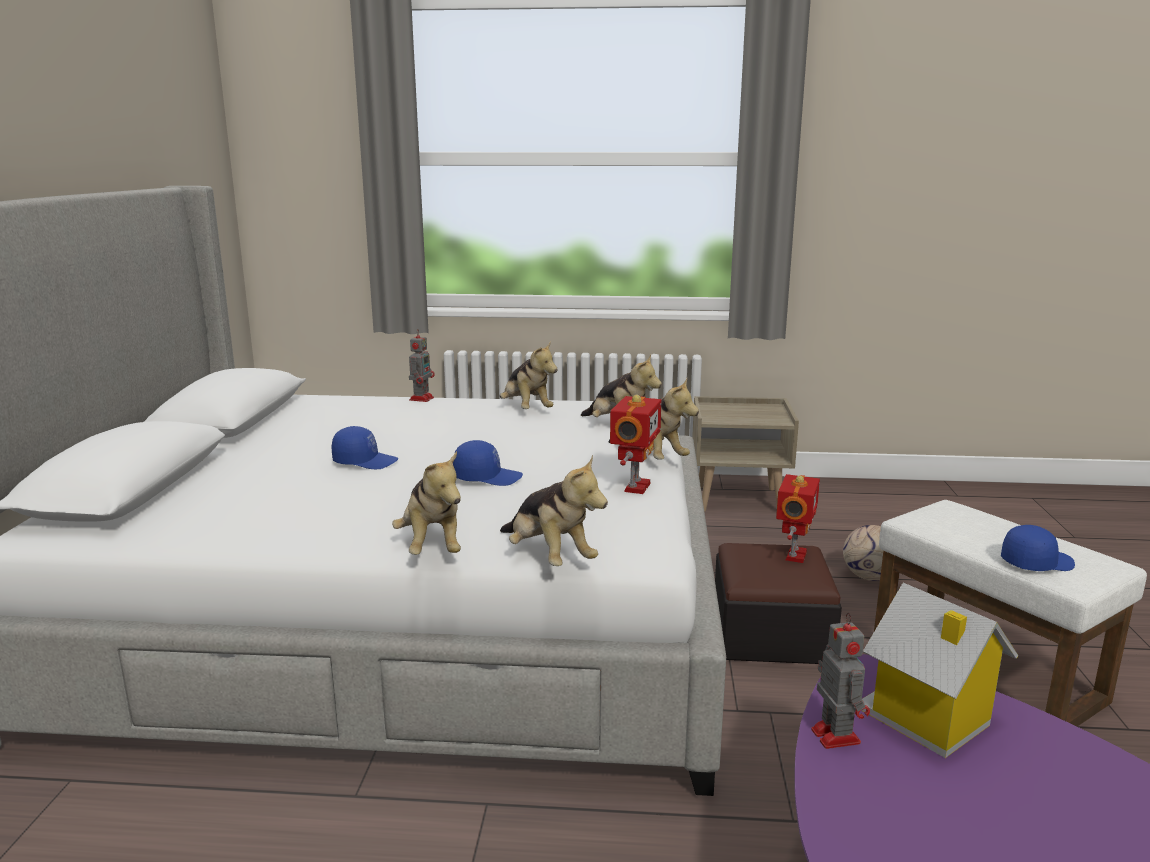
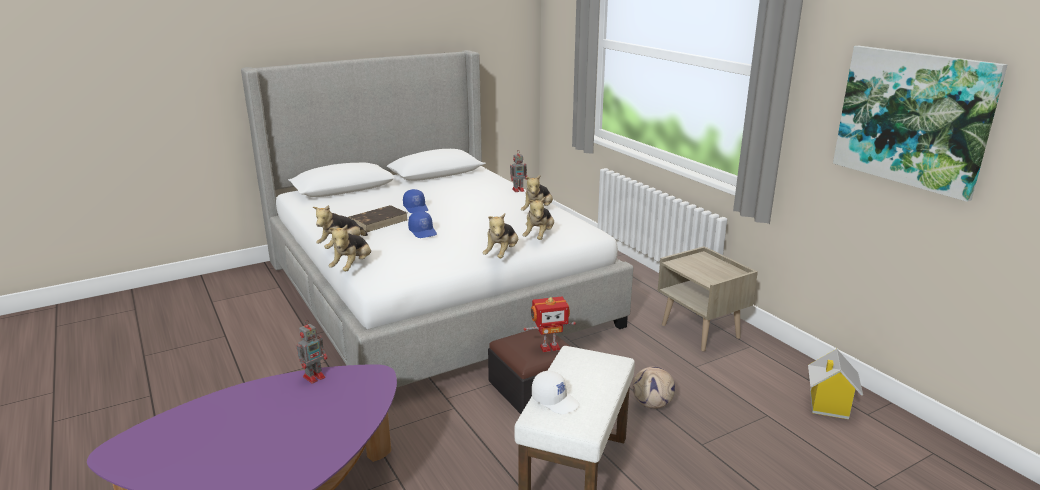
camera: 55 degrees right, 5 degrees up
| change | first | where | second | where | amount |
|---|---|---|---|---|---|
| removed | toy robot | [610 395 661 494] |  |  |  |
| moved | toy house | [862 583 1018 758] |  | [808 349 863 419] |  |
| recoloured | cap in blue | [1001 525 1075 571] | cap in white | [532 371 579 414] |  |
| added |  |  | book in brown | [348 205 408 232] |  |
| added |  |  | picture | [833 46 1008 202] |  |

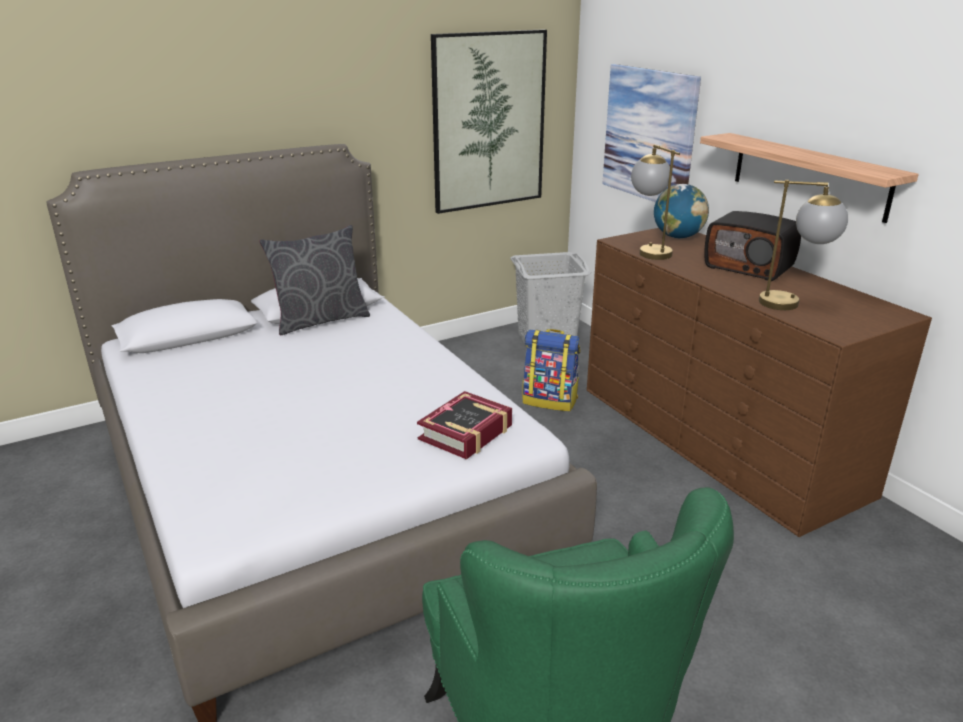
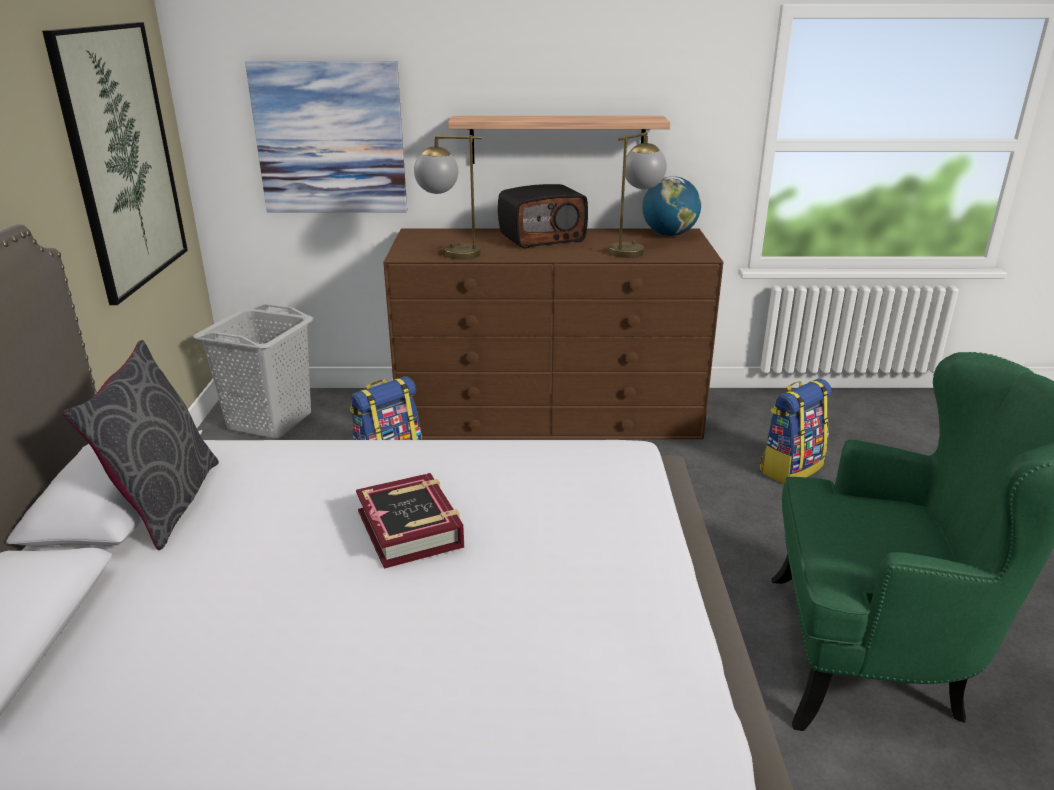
camera: 60 degrees left, 0 degrees up
| change | first | where | second | where | amount |
|---|---|---|---|---|---|
| moved | book | [417 391 512 459] |  | [356 473 464 569] |  |
| moved | globe | [654 184 709 238] |  | [642 176 701 236] |  |
| added |  |  | backpack | [760 379 832 484] |  |

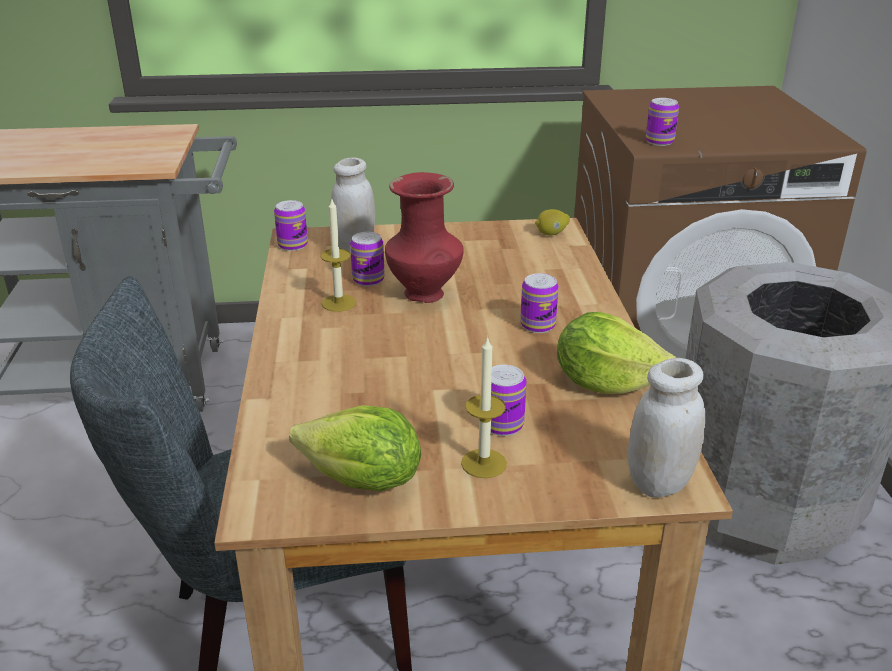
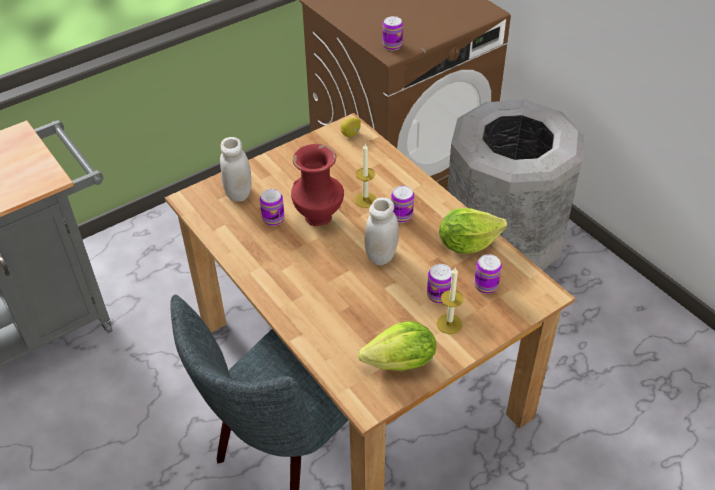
camera: 30 degrees left, 15 degrees up
| change | first | where | second | where | amount |
|---|---|---|---|---|---|
| moved | can | [274 200 308 251] |  | [474 254 502 294] |  |
| moved | candle | [320 199 356 312] |  | [354 144 377 208] |  |
| moved | jar in white | [628 358 705 497] |  | [365 197 399 265] |  |

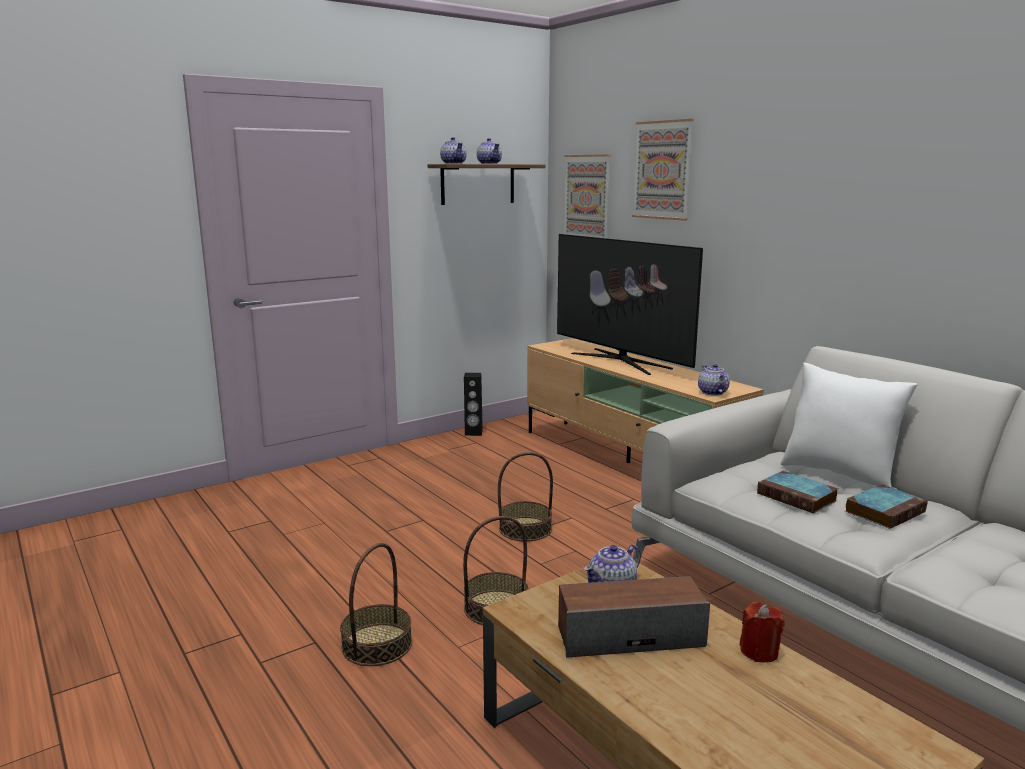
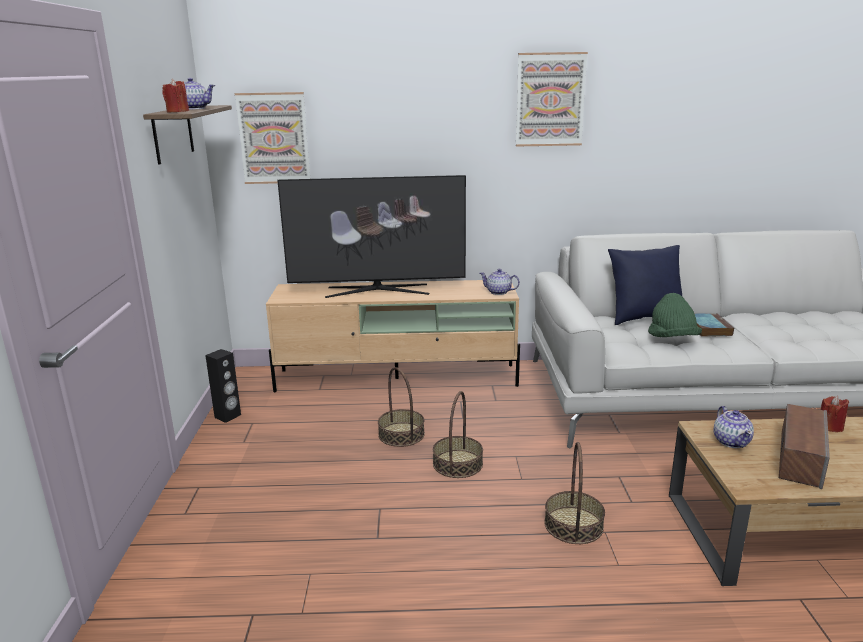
camera: 55 degrees left, 5 degrees up
| change | first | where | second | where | amount |
|---|---|---|---|---|---|
| moved | basket | [340 543 412 666] |  | [378 367 425 447] |  |
| replaced | teapot | [440 137 467 164] | candle in red | [162 79 189 113] |  |
| moved | picture | [632 119 693 221] |  | [516 52 588 147] |  |
| replaced | book | [757 471 838 514] | hat in green | [648 293 702 337] |  |
| recoloured | pillow in white | [780 363 918 488] | pillow in blue | [608 245 682 325] |  |

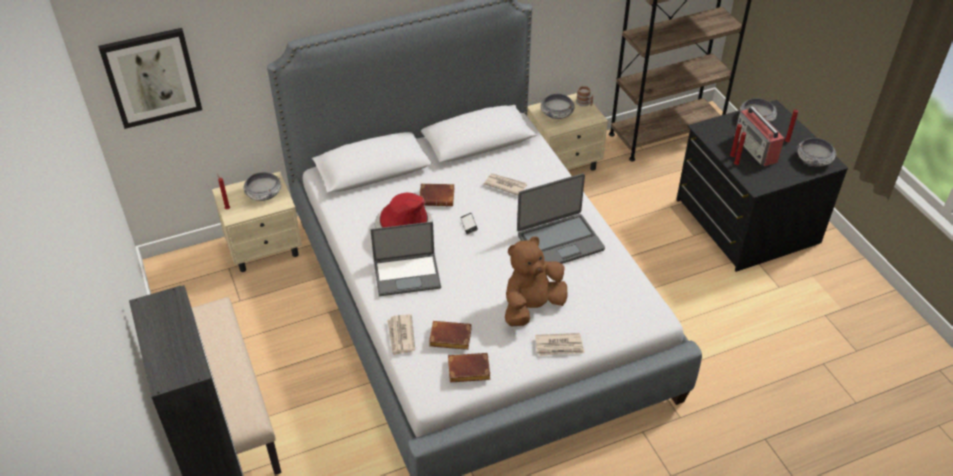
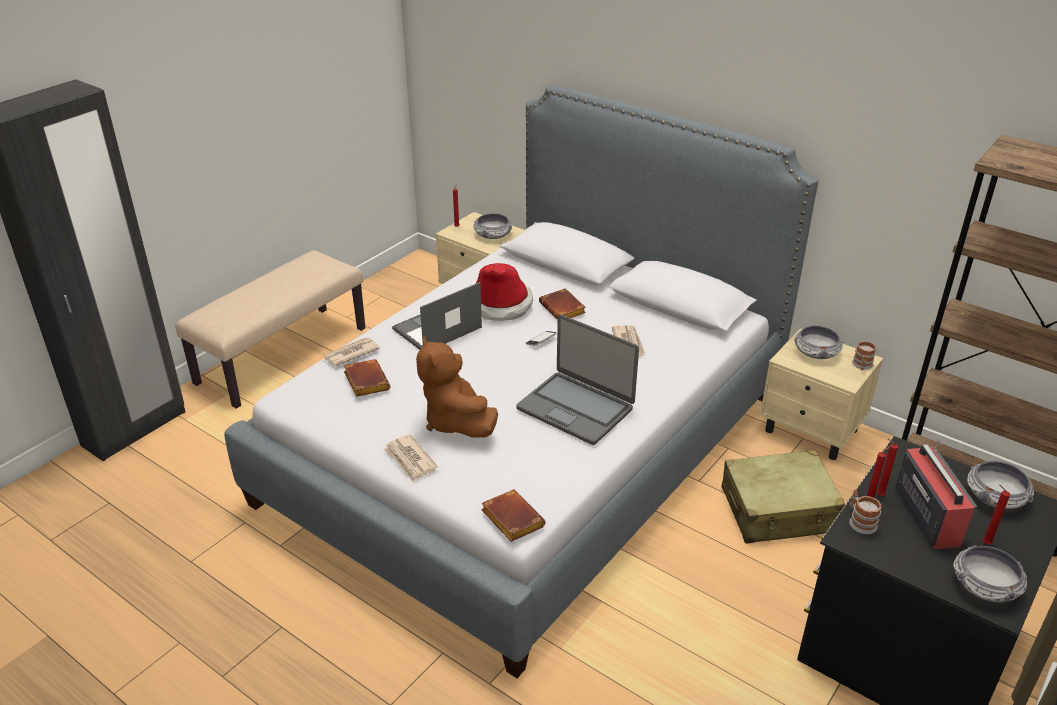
camera: 60 degrees right, 10 degrees down
| change | first | where | second | where | amount |
|---|---|---|---|---|---|
| removed | picture | [98 28 202 129] |  |  |  |
| turned | laptop | [370 222 441 296] |  | [392 282 482 350] | 90 degrees clockwise |
| moved | book in brown | [448 353 490 383] |  | [481 490 546 542] |  |
| turned | plush toy in brown | [505 236 568 326] |  | [416 336 498 438] | 135 degrees counterclockwise |
| turned | radio | [734 106 785 166] |  | [895 438 977 549] | 135 degrees clockwise |
| added |  |  | suitcase in beige | [721 450 845 544] |  |
| added |  |  | mug | [849 489 881 534] |  |

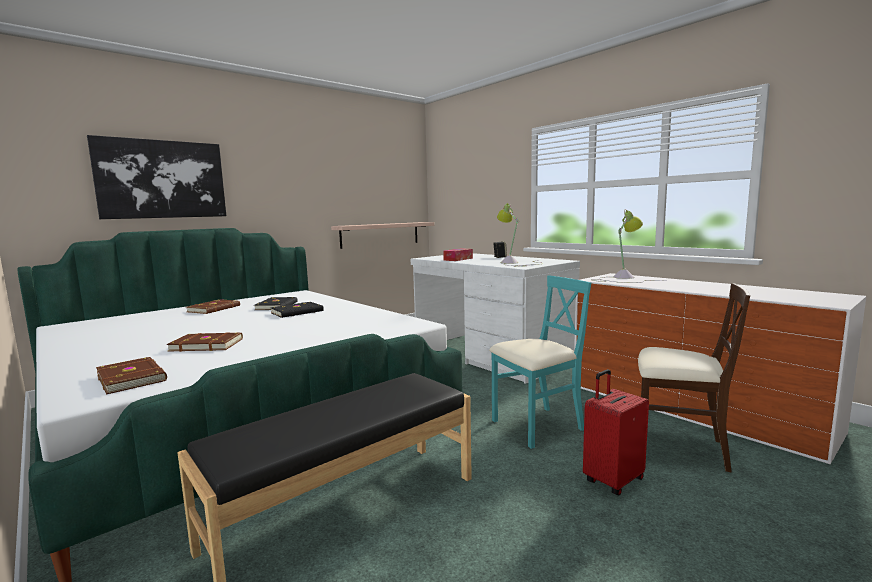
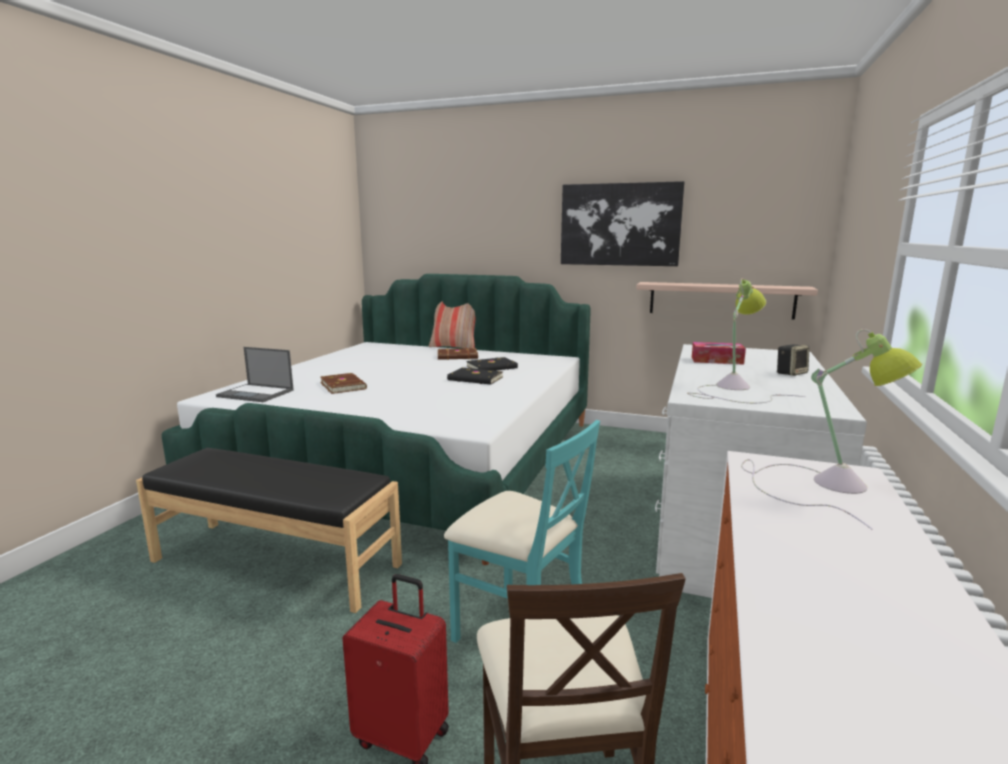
camera: 60 degrees right, 5 degrees up
| change | first | where | second | where | amount |
|---|---|---|---|---|---|
| moved | picture | [87 135 226 219] |  | [561 181 685 266] |  |
| replaced | book in brown | [96 357 167 394] | laptop | [216 347 294 402] |  |
| added |  |  | pillow | [429 301 476 348] |  |

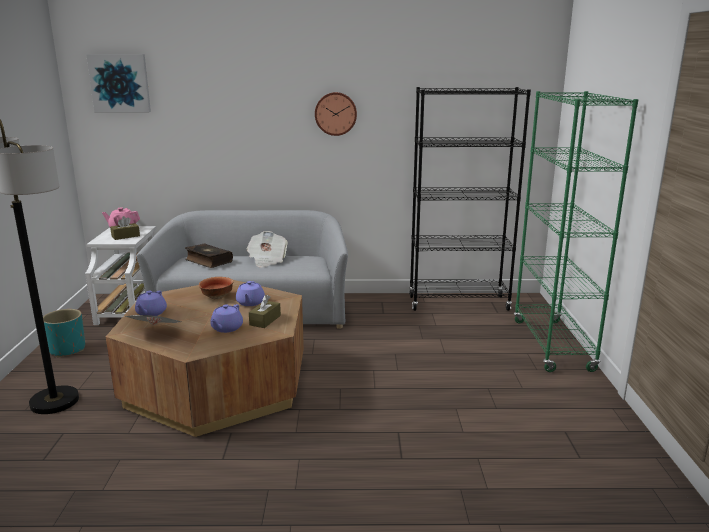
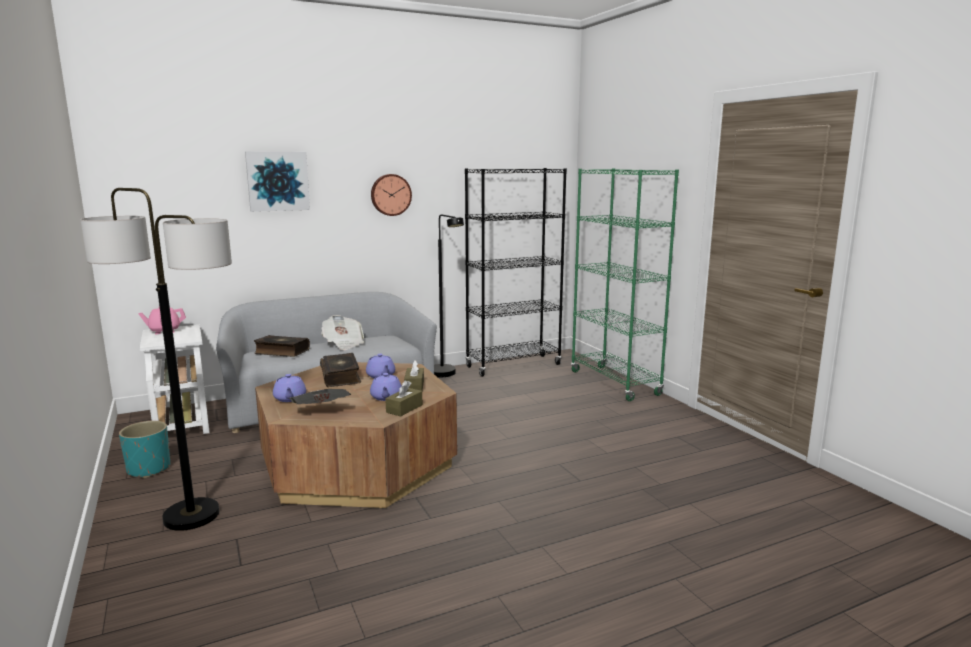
camera: 25 degrees left, 5 degrees down
| change | first | where | second | where | amount |
|---|---|---|---|---|---|
| moved | picture | [86 54 151 112] |  | [245 151 310 212] |  |
| moved | tissue box in brown | [110 216 140 240] |  | [385 380 422 417] |  |
| replaced | bowl | [199 277 234 300] | book | [320 353 361 387] |  |
| added |  |  | floor lamp in black | [434 215 464 377] |  |

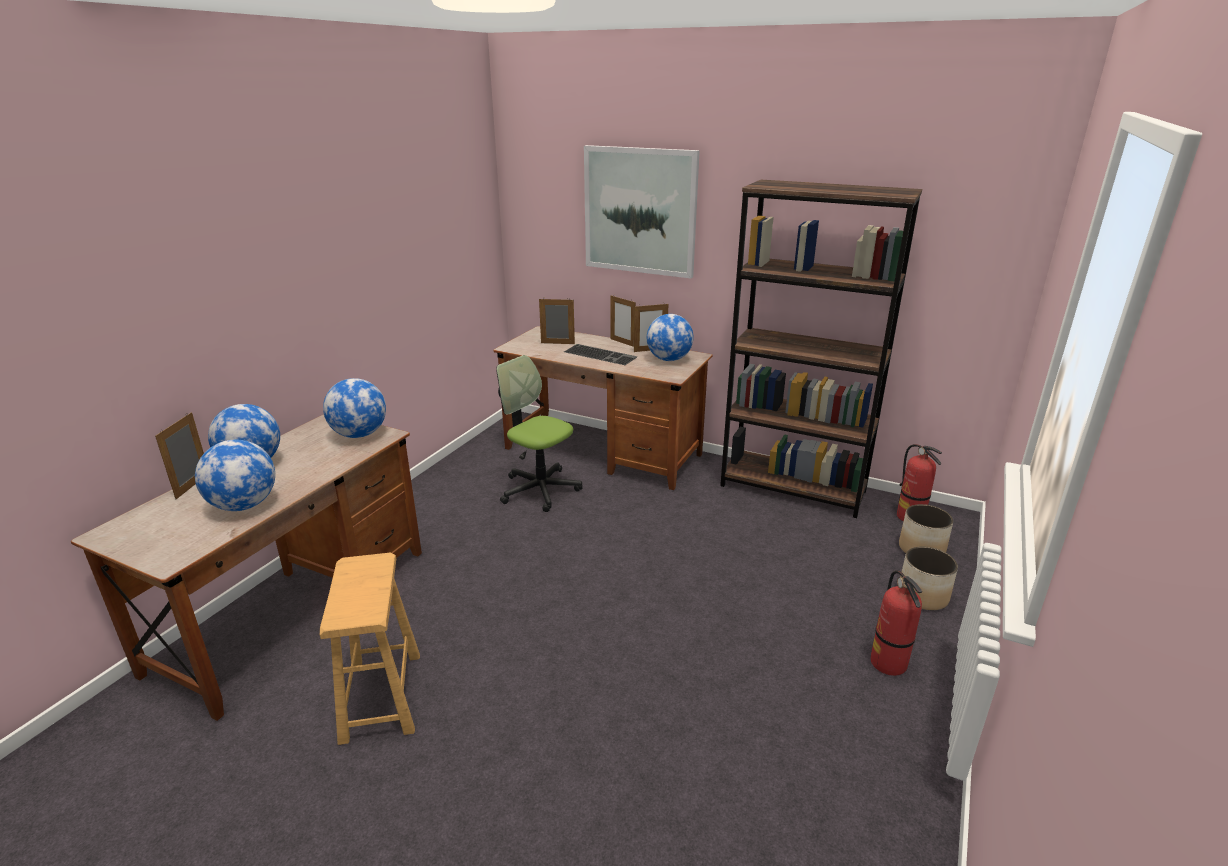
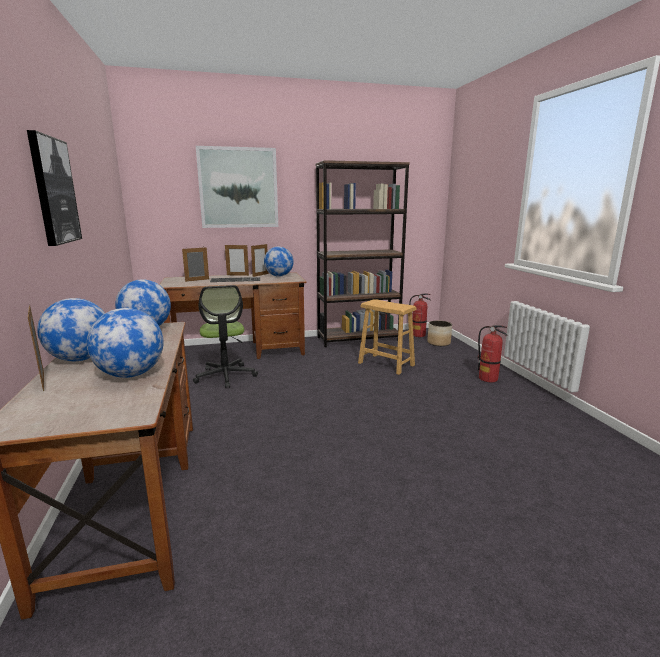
camera: 40 degrees left, 10 degrees down
| change | first | where | second | where | amount |
|---|---|---|---|---|---|
| moved | stool in brown | [320 553 420 745] |  | [358 299 417 375] |  |
| turned | office chair | [496 355 583 512] |  | [193 285 258 388] | 105 degrees counterclockwise |
| removed | planter | [900 546 958 610] |  |  |  |
| added |  |  | picture | [27 130 82 246] |  |

